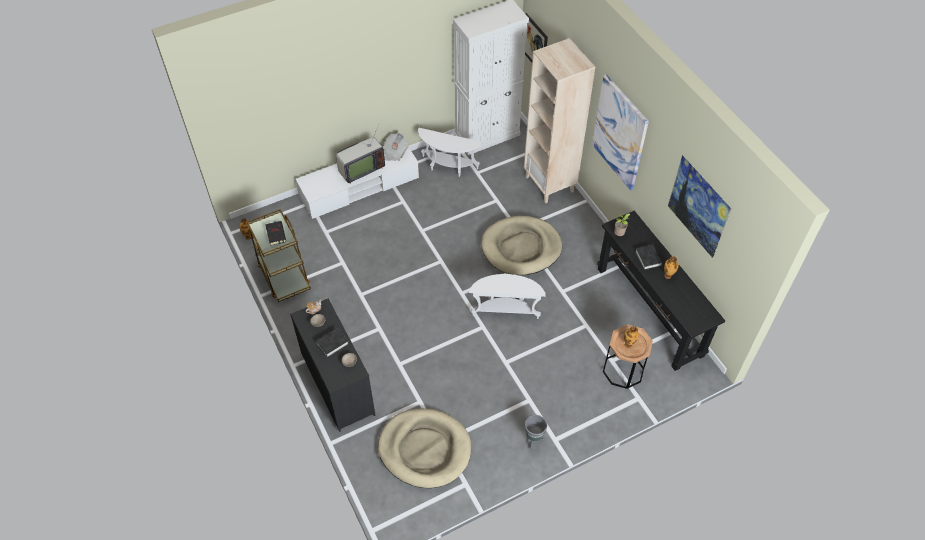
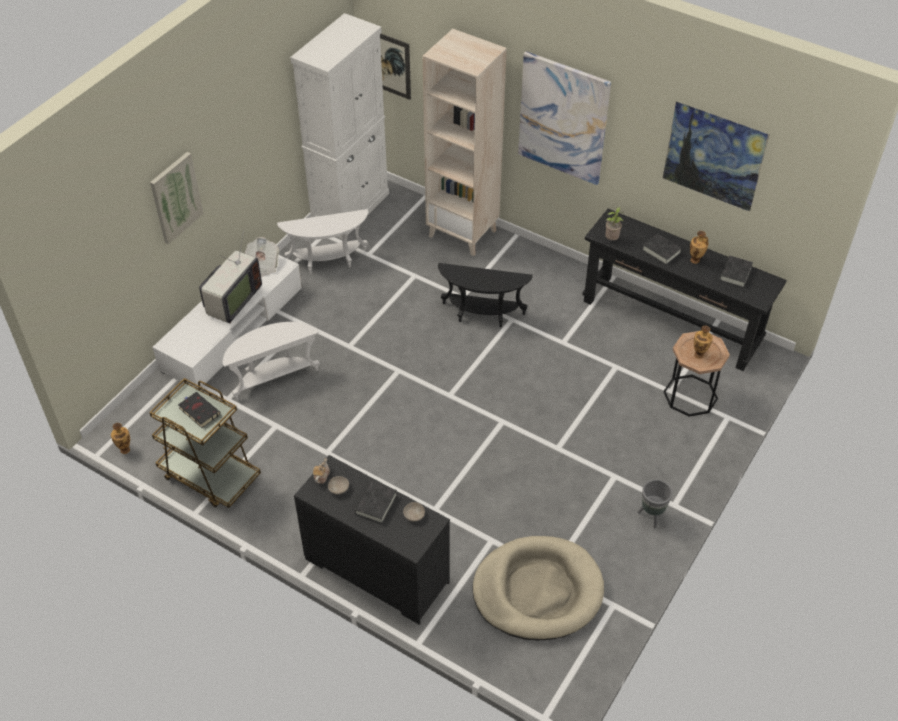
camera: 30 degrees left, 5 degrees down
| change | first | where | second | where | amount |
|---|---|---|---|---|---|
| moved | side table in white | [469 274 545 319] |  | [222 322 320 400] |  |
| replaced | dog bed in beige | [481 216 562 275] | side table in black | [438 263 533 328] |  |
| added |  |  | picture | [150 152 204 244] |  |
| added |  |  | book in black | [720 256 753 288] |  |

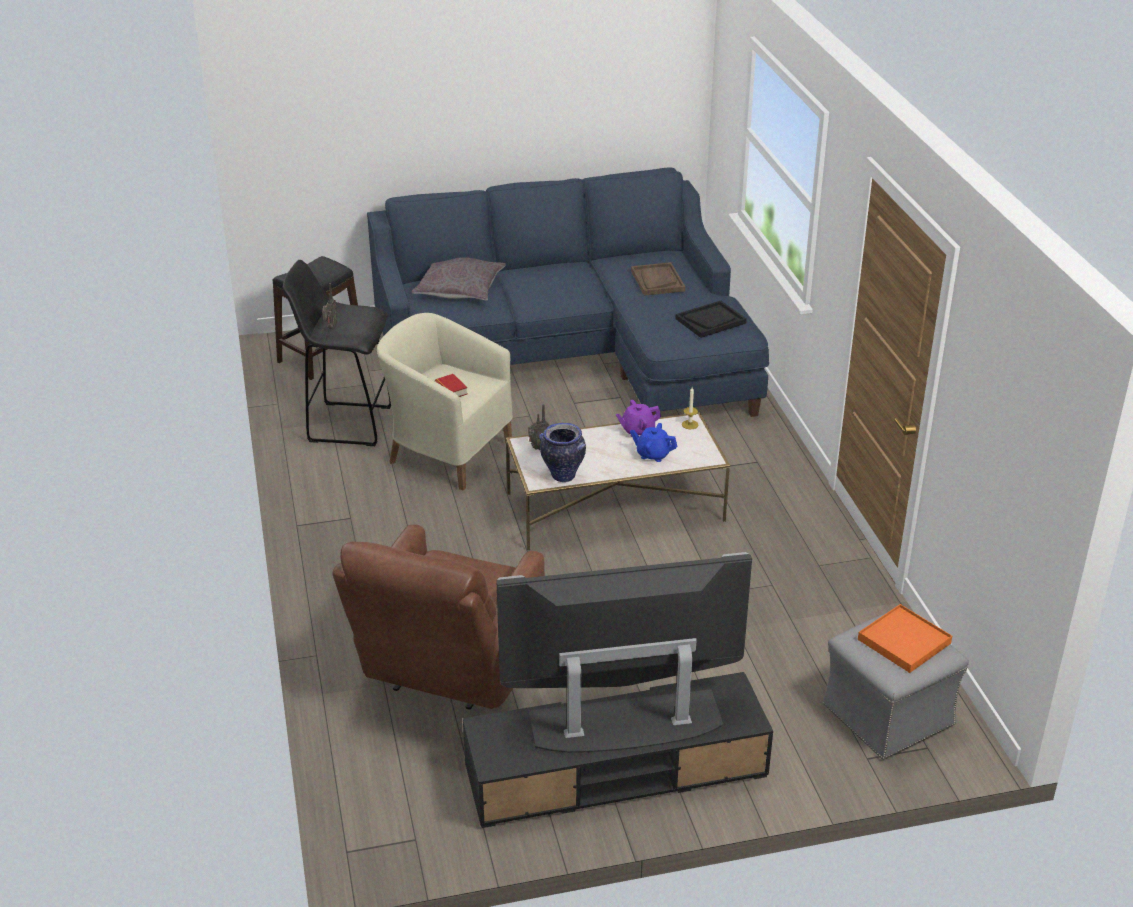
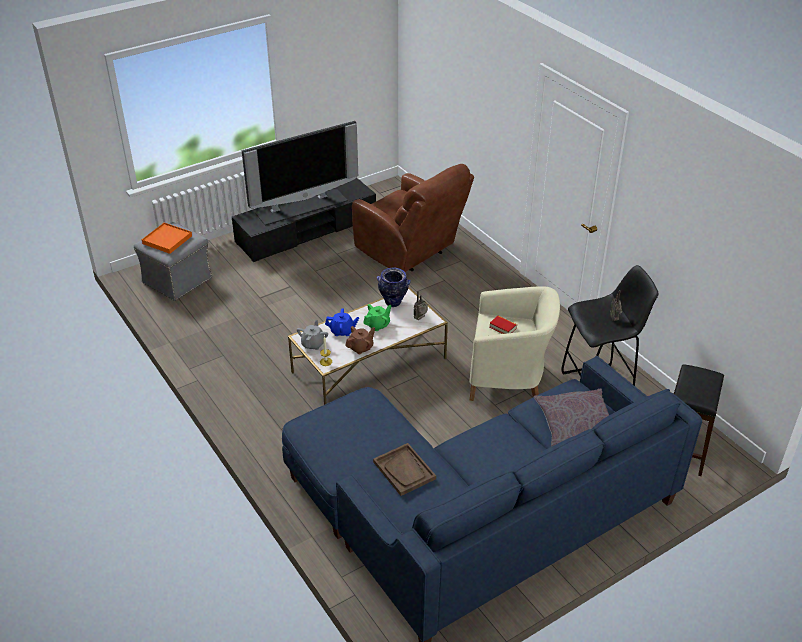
camera: 160 degrees right, 5 degrees up
| change | first | where | second | where | amount |
|---|---|---|---|---|---|
| turned | armchair in brown | [332 524 545 709] |  | [352 164 474 272] | 135 degrees clockwise |
| recoloured | teapot in purple | [616 400 661 437] | teapot in brown | [345 326 375 354] |  |
| removed | tray in black | [675 301 747 338] |  |  |  |
| added |  |  | teapot in grey | [297 320 328 350] |  |
| added |  |  | teapot in green | [363 304 391 331] |  |

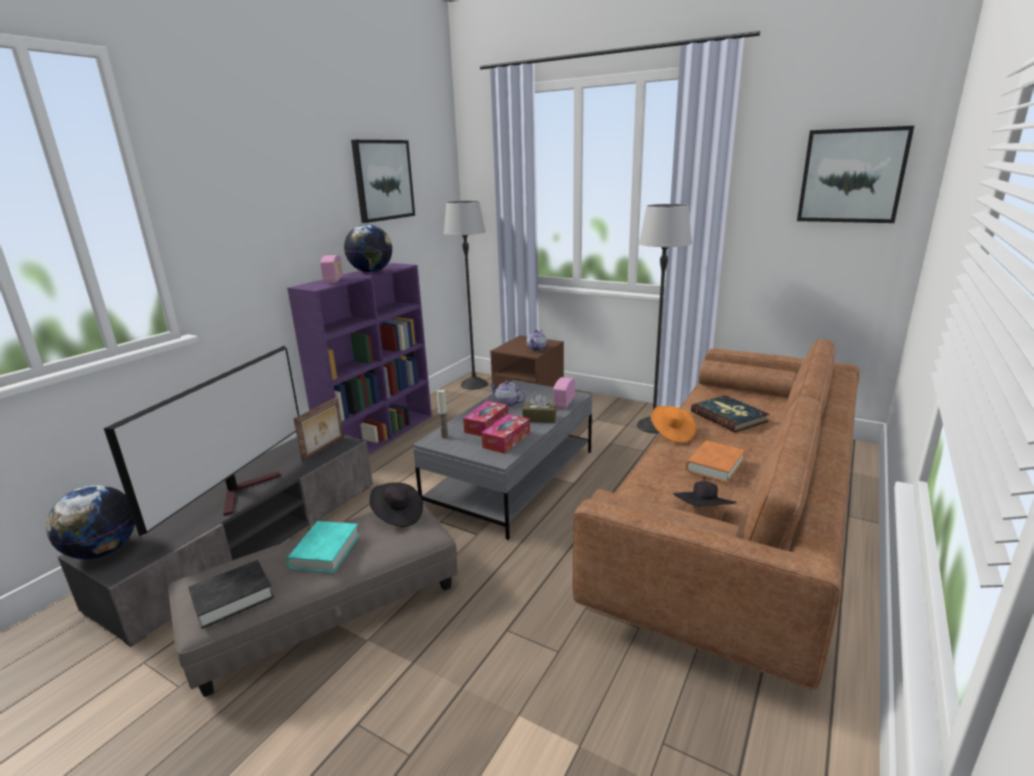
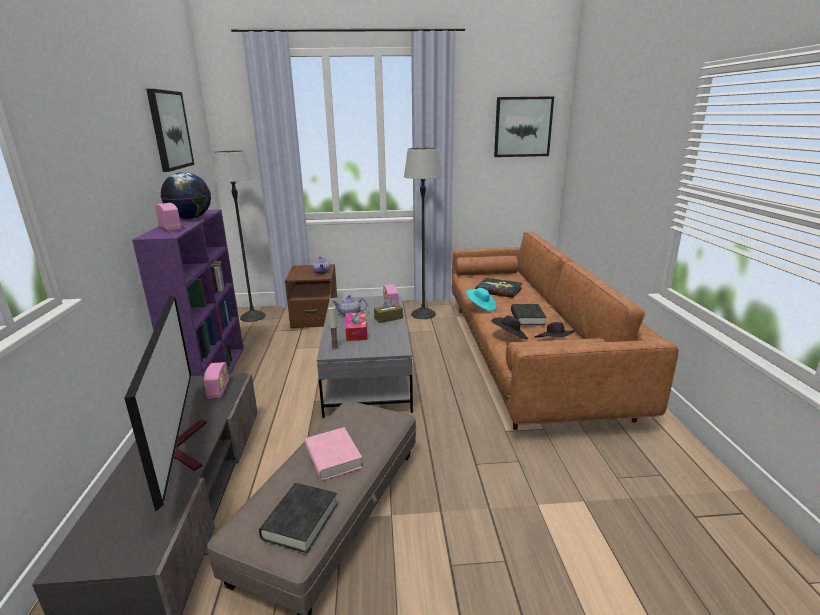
camera: 35 degrees left, 0 degrees up
| change | first | where | second | where | amount |
|---|---|---|---|---|---|
| removed | globe | [46 485 135 559] |  |  |  |
| recoloured | book in turquoise | [286 521 360 573] | book in pink | [305 427 363 481] |  |
| replaced | picture frame | [294 397 344 462] | radio | [204 362 229 399] |  |
| moved | hat in black | [370 482 423 527] |  | [491 315 528 339] |  |
| removed | tissue box | [481 414 530 454] |  |  |  |
| recoloured | hat in orange | [651 406 696 443] | hat in turquoise | [466 288 496 311] |  |
| recoloured | book in orange | [686 441 745 483] | book in black | [511 304 546 325] |  |

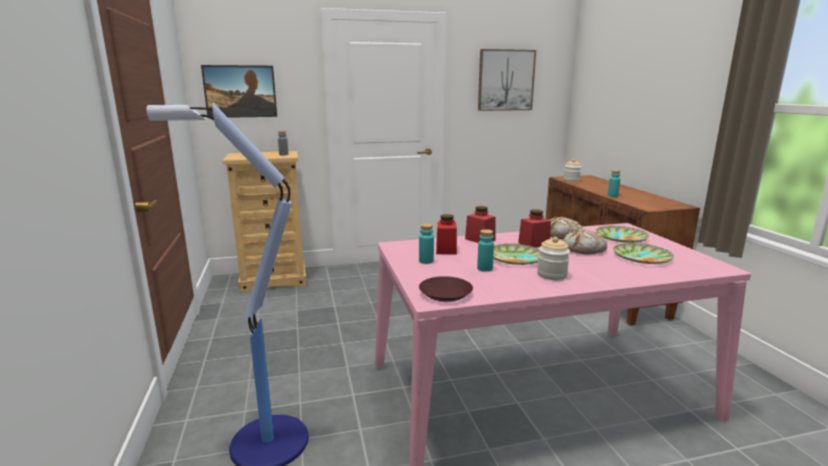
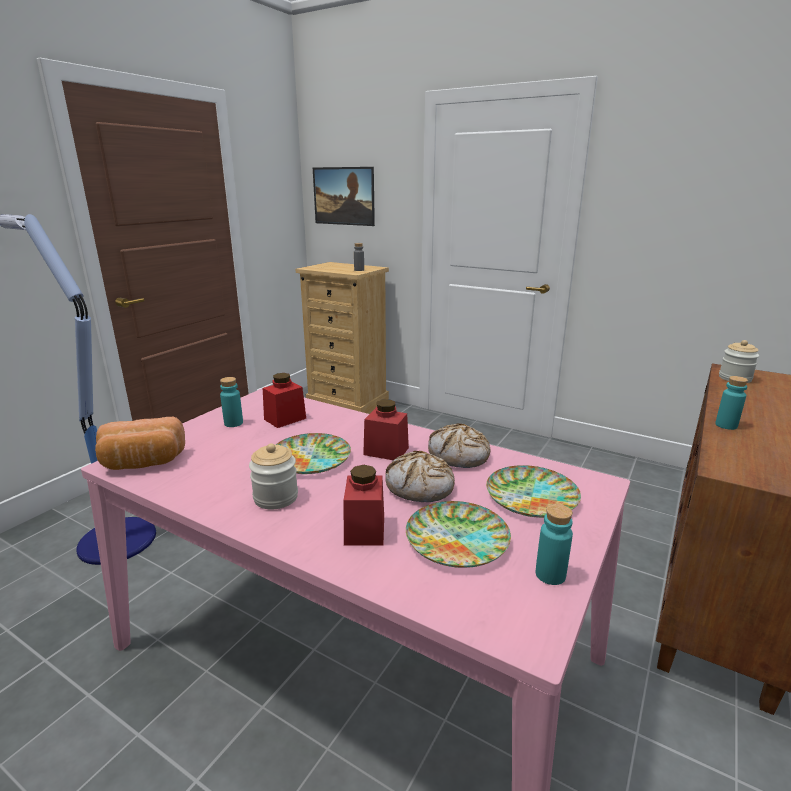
camera: 45 degrees right, 5 degrees up
| change | first | where | second | where | amount |
|---|---|---|---|---|---|
| replaced | plate in brown | [419 276 473 302] | bread | [95 417 185 470] |  |
| moved | jar in red | [465 206 496 243] |  | [344 465 384 546] |  |
| moved | bottle in turquoise | [477 229 494 272] |  | [536 504 573 585] |  |
| removed | picture | [478 49 536 111] |  |  |  |

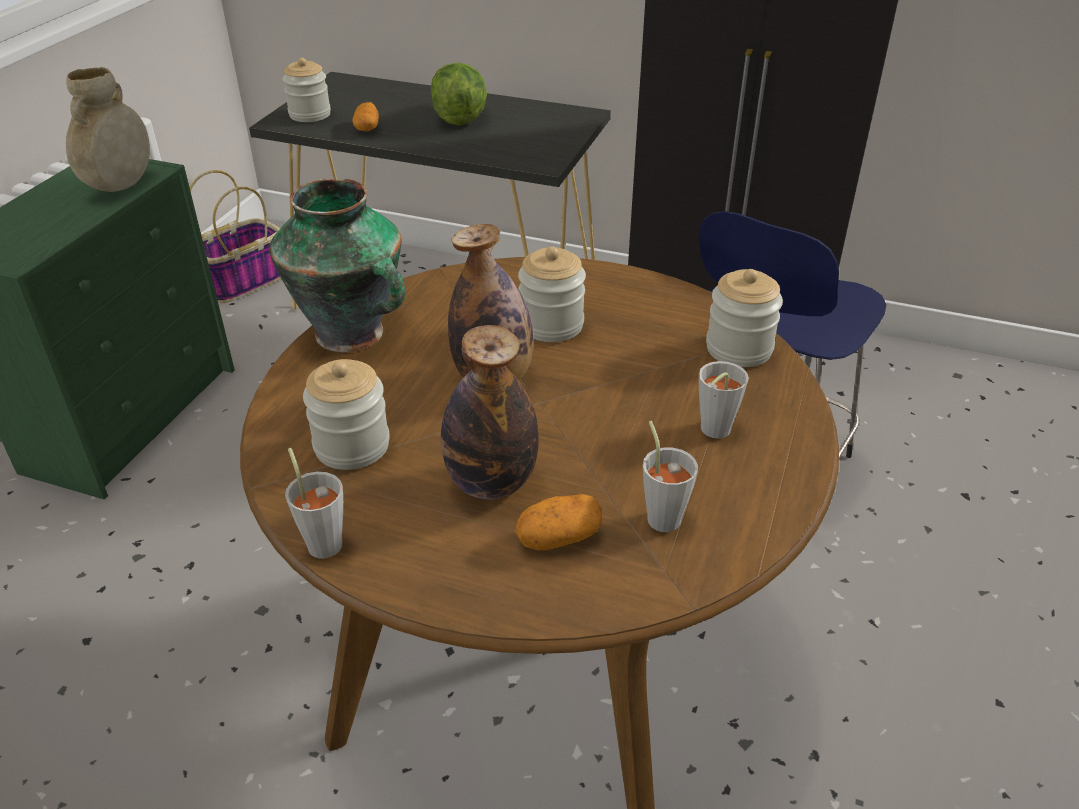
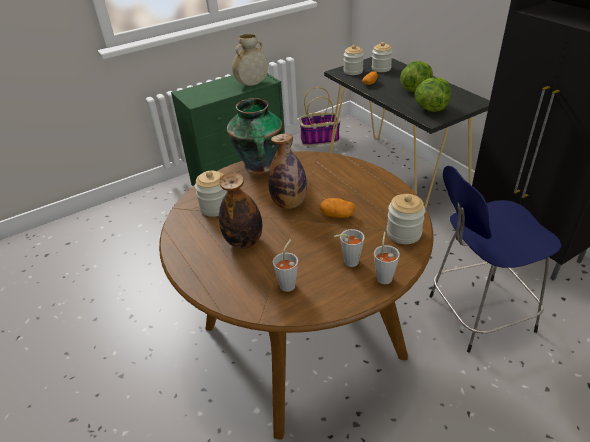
camera: 40 degrees right, 0 degrees up
| change | first | where | second | where | amount |
|---|---|---|---|---|---|
| moved | cup in grey | [285 448 343 559] |  | [374 232 400 284] |  |
| moved | potato | [515 494 603 550] |  | [320 198 355 218] |  |
| moved | jar | [518 247 586 342] |  | [372 42 393 72] |  |
| added |  |  | lettuce | [414 77 451 112] |  |

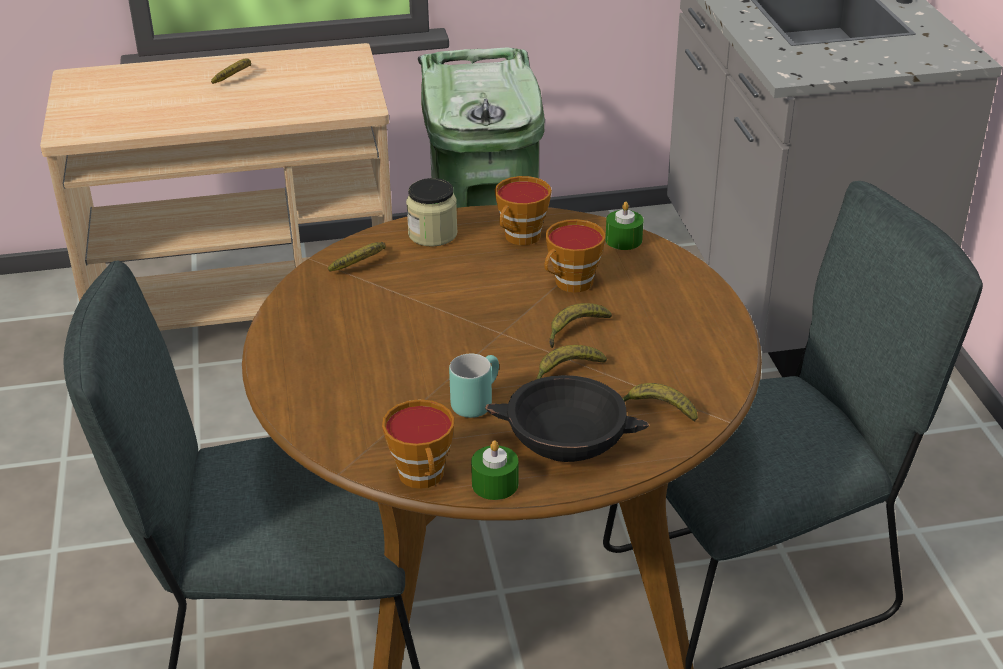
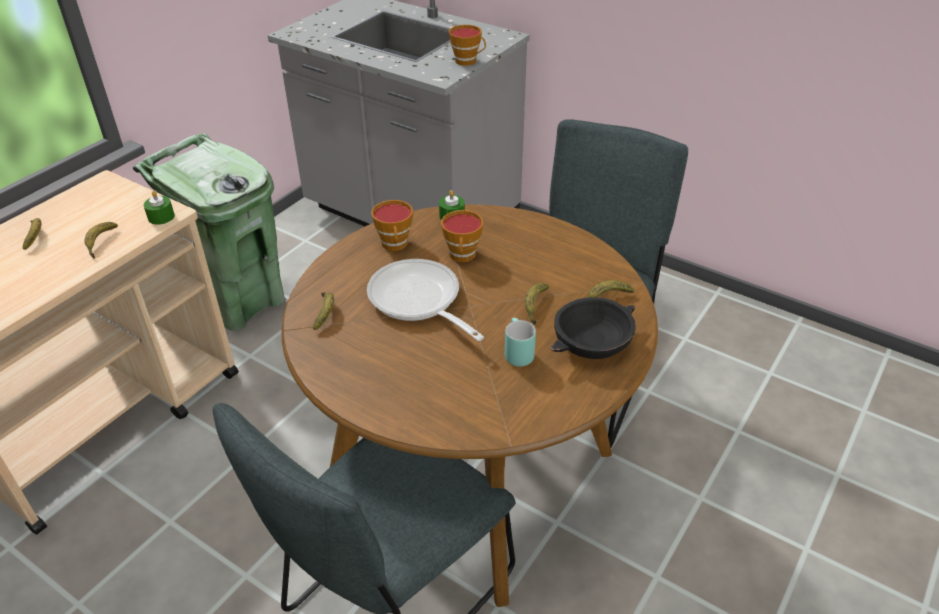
camera: 45 degrees left, 5 degrees up
| change | first | where | second | where | amount |
|---|---|---|---|---|---|
| moved | cup | [382 399 454 489] |  | [449 25 486 66] |  |
| removed | jar | [406 178 458 247] |  |  |  |
| moved | candle in green | [471 440 518 500] |  | [144 191 175 225] |  |
| moved | banana | [549 303 612 348] |  | [84 222 118 258] |  |
| added |  |  | frying pan | [367 259 484 341] |  |

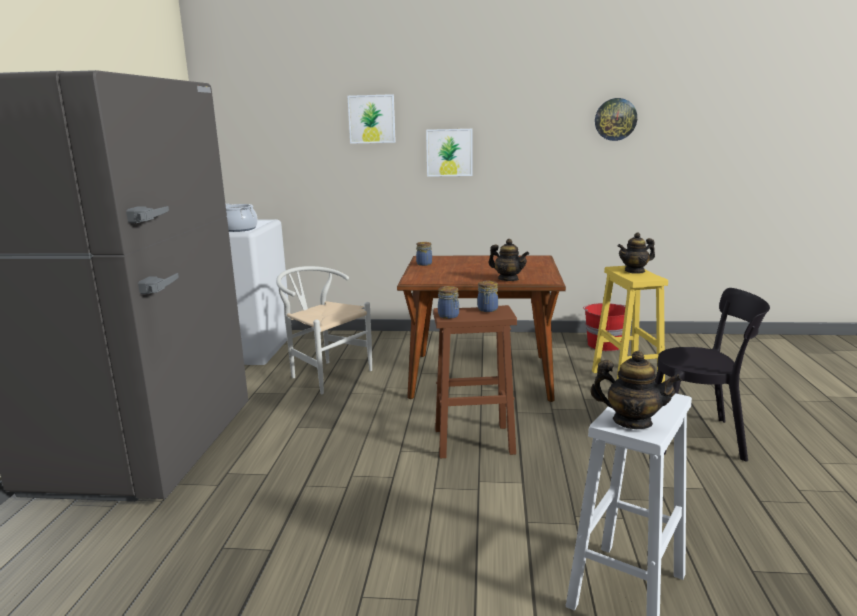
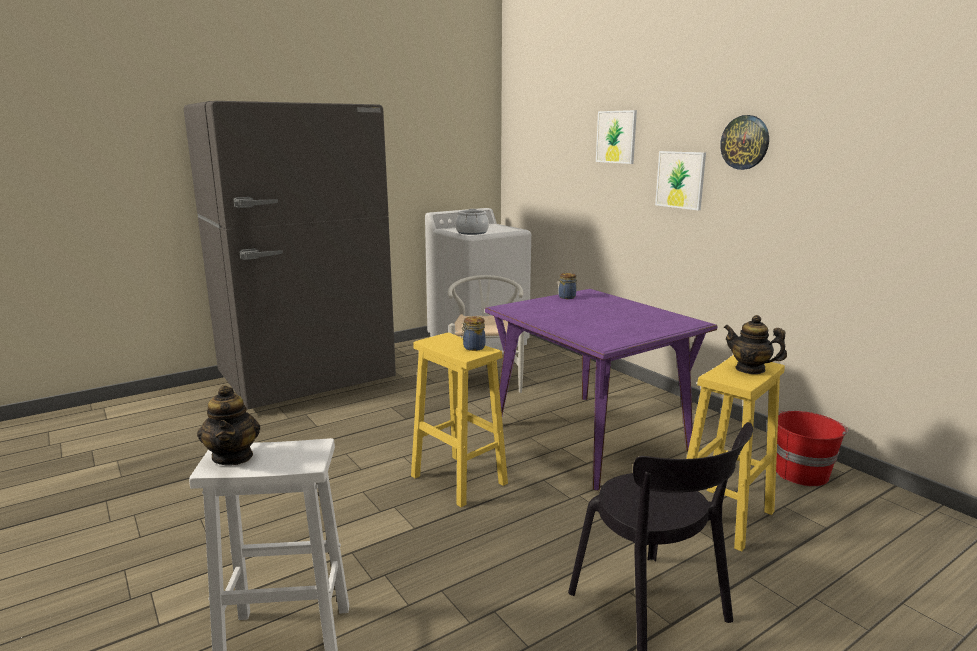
camera: 50 degrees right, 0 degrees up
| change | first | where | second | where | amount |
|---|---|---|---|---|---|
| recoloured | dining table in brown | [397 255 566 402] | dining table in purple | [485 289 717 490] |  |
| recoloured | stool in brown | [433 305 517 458] | stool in yellow | [411 333 508 507] |  |
| removed | jar | [438 286 459 319] |  |  |  |
| removed | teapot | [488 239 529 281] |  |  |  |
| moved | wall clock | [595 98 637 141] |  | [720 115 769 170] |  |

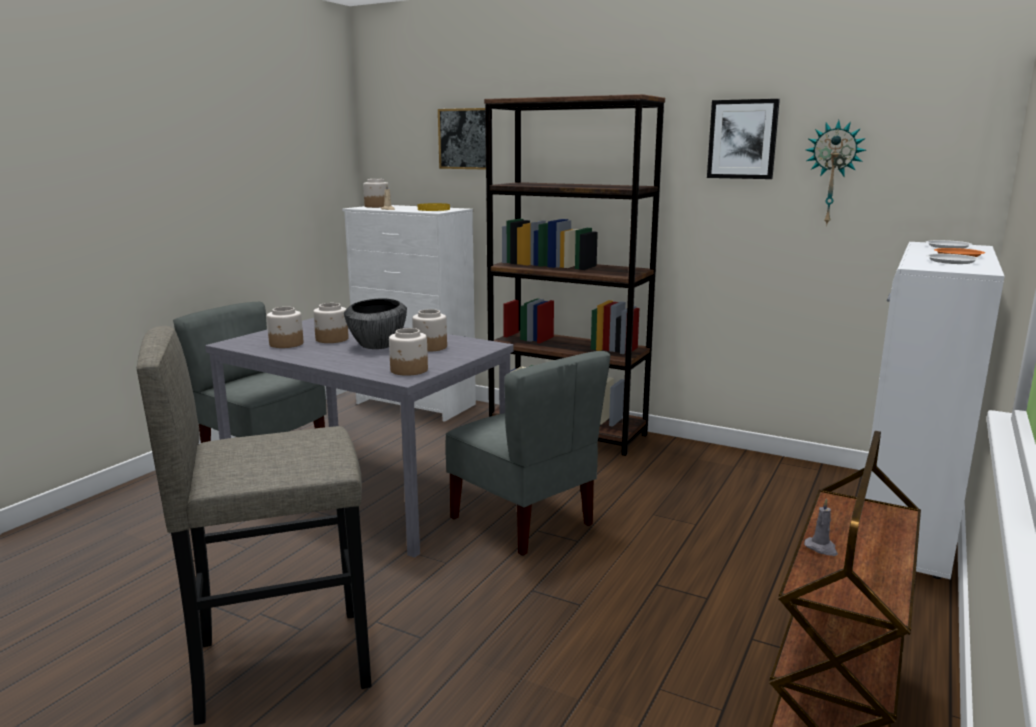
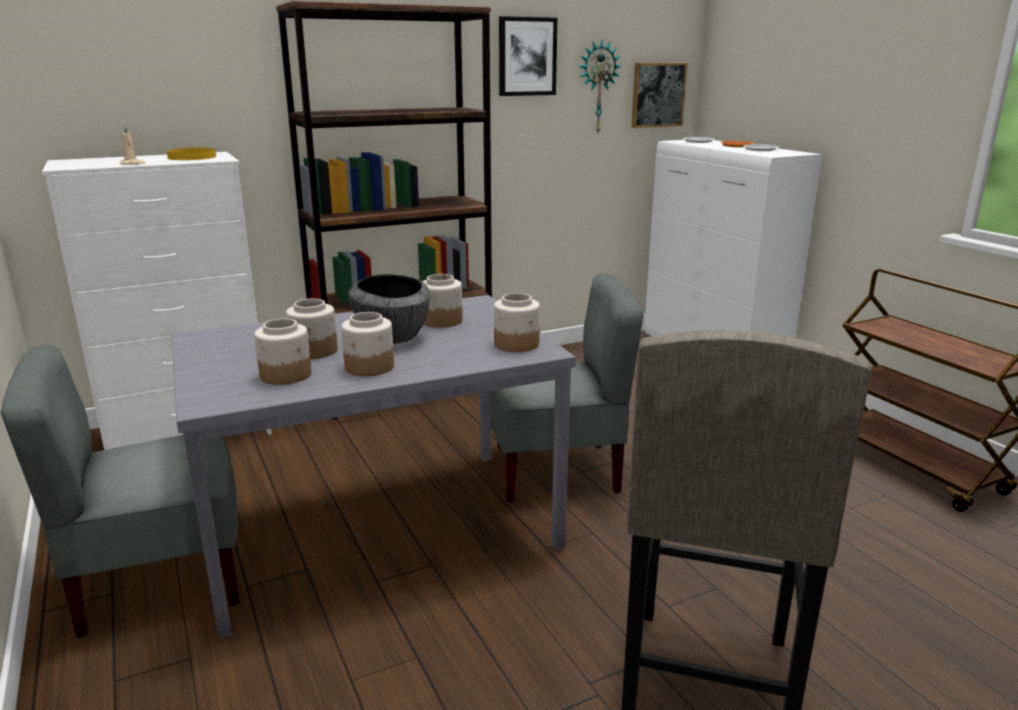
camera: 55 degrees left, 5 degrees up
| change | first | where | second | where | amount |
|---|---|---|---|---|---|
| moved | jar | [363 179 389 208] |  | [341 312 394 376] |  |
| moved | picture | [438 108 486 170] |  | [632 63 687 128] |  |
| removed | candle in grey | [804 498 838 556] |  |  |  |

